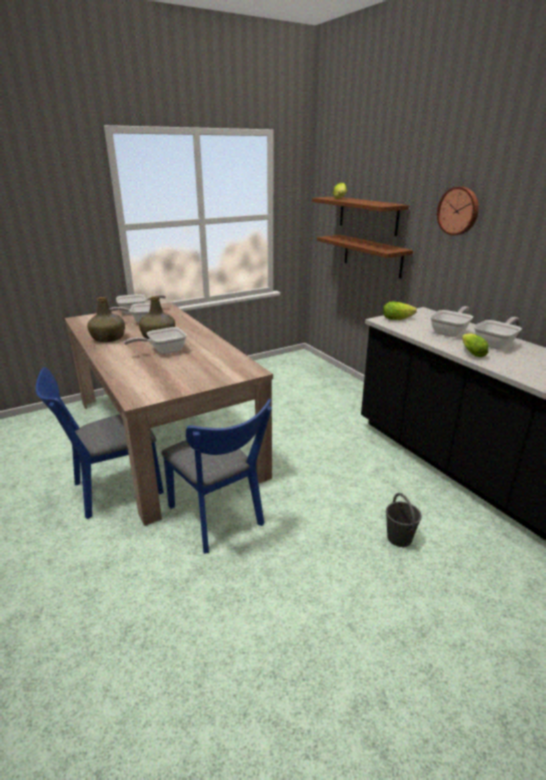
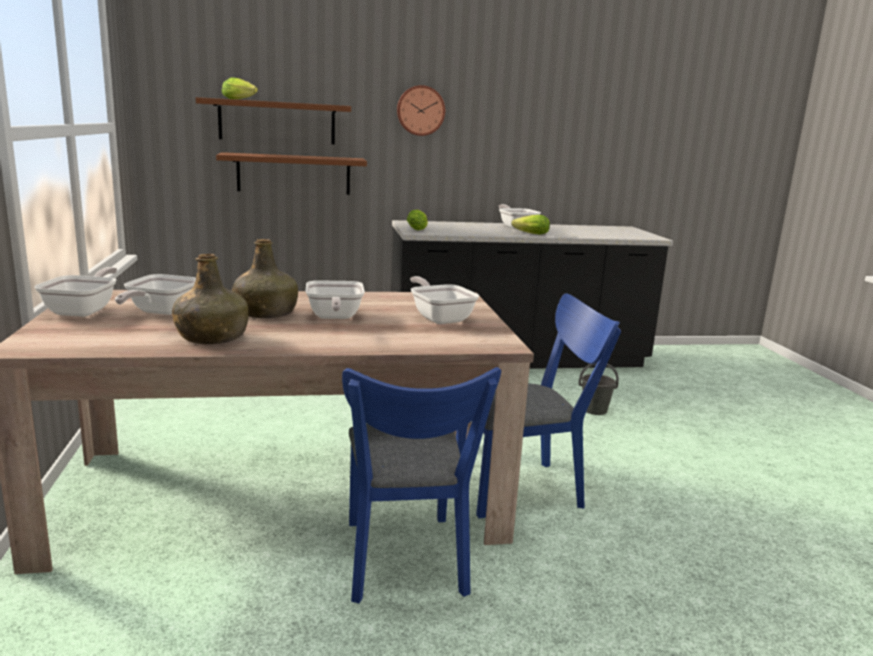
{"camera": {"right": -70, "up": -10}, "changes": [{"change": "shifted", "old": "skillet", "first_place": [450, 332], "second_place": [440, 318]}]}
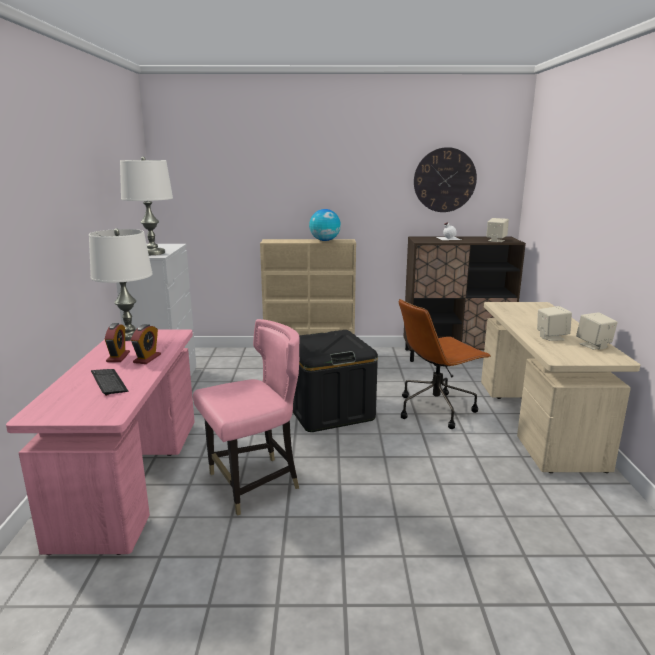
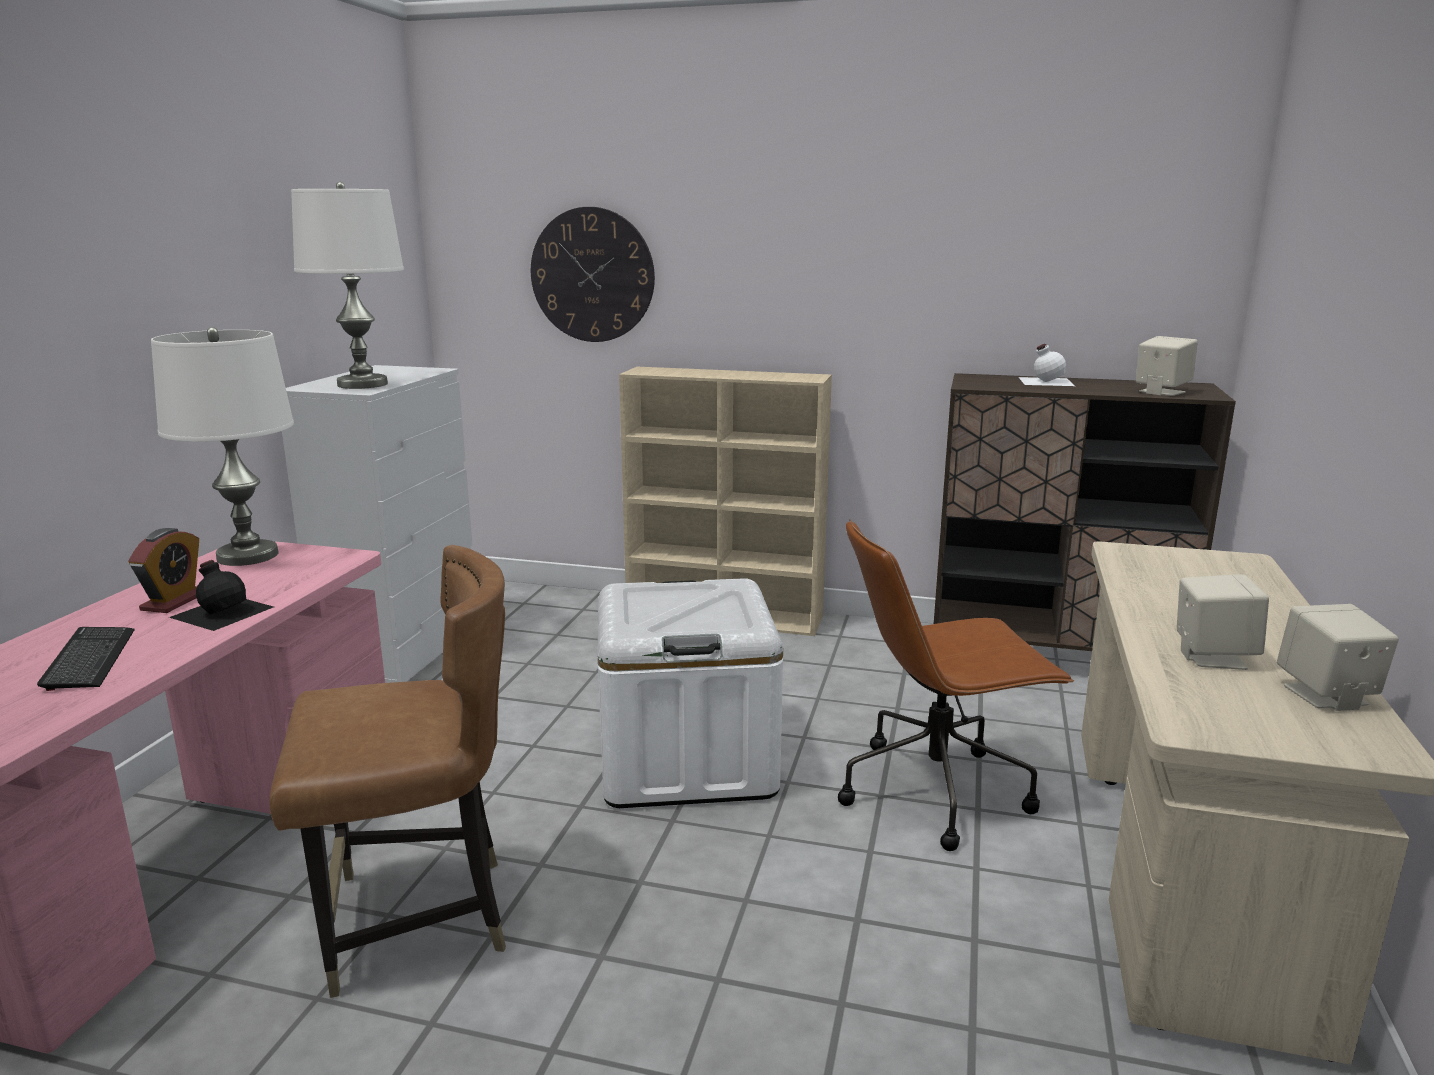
{"camera": {"right": 15, "up": 0}, "changes": [{"change": "shifted", "old": "clock on the wall", "first_place": [444, 180], "second_place": [592, 275]}, {"change": "gone", "old": "world globe", "first_place": [325, 240]}, {"change": "repainted", "old": "pink plain chair", "new": "brown plain chair", "first_place": [254, 483], "second_place": [418, 919]}, {"change": "swapped", "old": "bedside clock", "new": "blackish bottle", "first_place": [147, 358], "second_place": [222, 611]}, {"change": "repainted", "old": "blackish storage box", "new": "white-coloured storage box", "first_place": [329, 411], "second_place": [686, 760]}]}
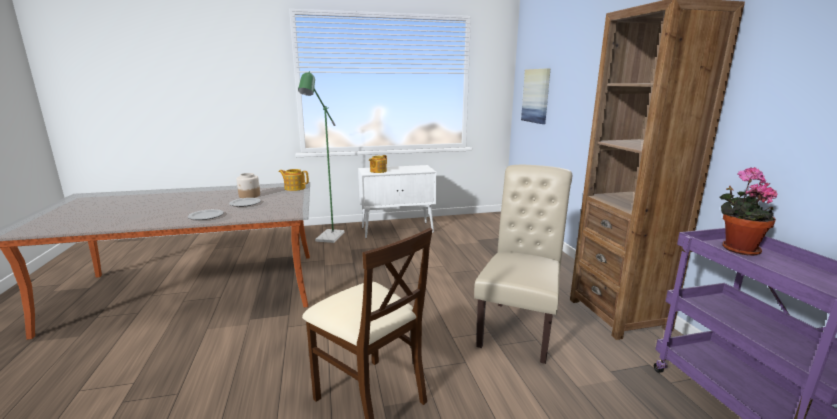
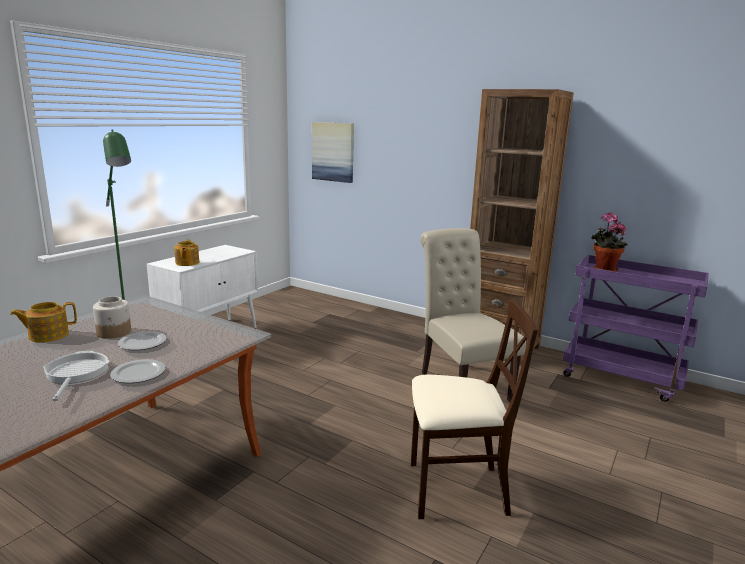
{"camera": {"right": -45, "up": 0}, "changes": [{"change": "shifted", "old": "pot for tea", "first_place": [294, 188], "second_place": [48, 335]}, {"change": "new", "new": "skillet", "second_place": [76, 374]}]}
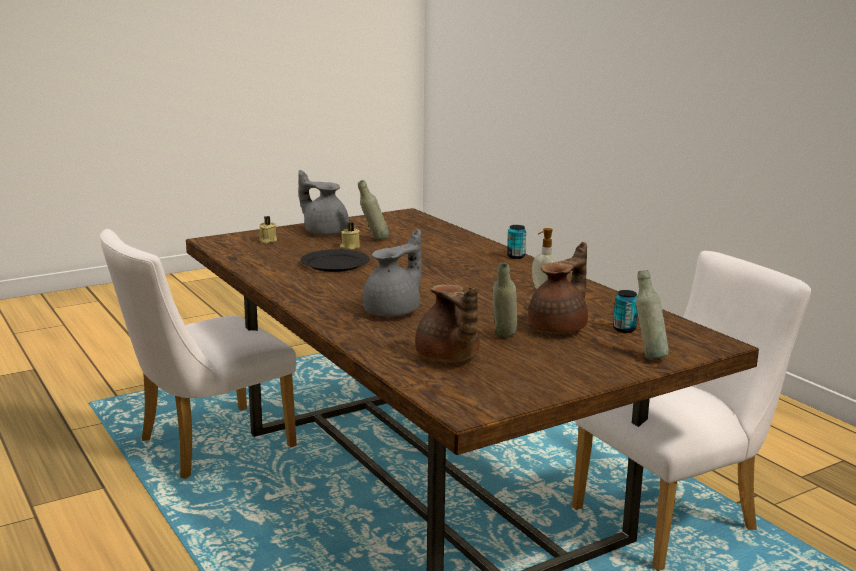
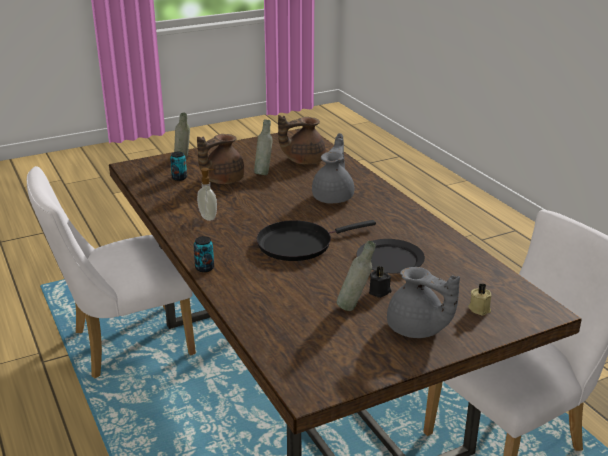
{"camera": {"right": -175, "up": 10}, "changes": [{"change": "repainted", "old": "beige candle", "new": "blackish candle", "first_place": [350, 247], "second_place": [380, 291]}, {"change": "rotated", "old": "grey pot for tea", "first_place": [394, 311], "second_place": [334, 197], "degrees": 150}, {"change": "rotated", "old": "brown pot for tea", "first_place": [448, 358], "second_place": [303, 160], "degrees": -90}, {"change": "new", "new": "blackish skillet", "second_place": [299, 244]}]}
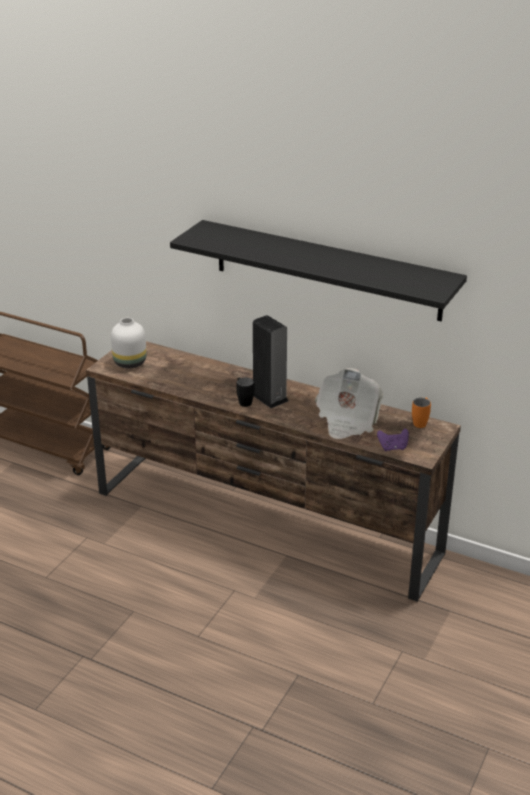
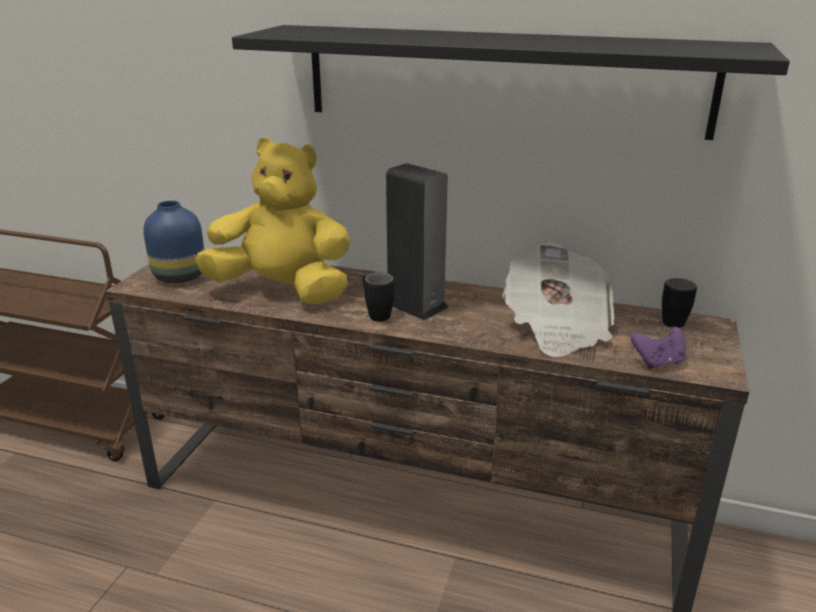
{"camera": {"right": -10, "up": -5}, "changes": [{"change": "repainted", "old": "white-coloured vase", "new": "blue vase", "first_place": [129, 363], "second_place": [178, 277]}, {"change": "repainted", "old": "orange-coloured mug", "new": "blackish mug", "first_place": [421, 422], "second_place": [673, 319]}, {"change": "new", "new": "yellowish cuddly toy", "second_place": [283, 290]}]}
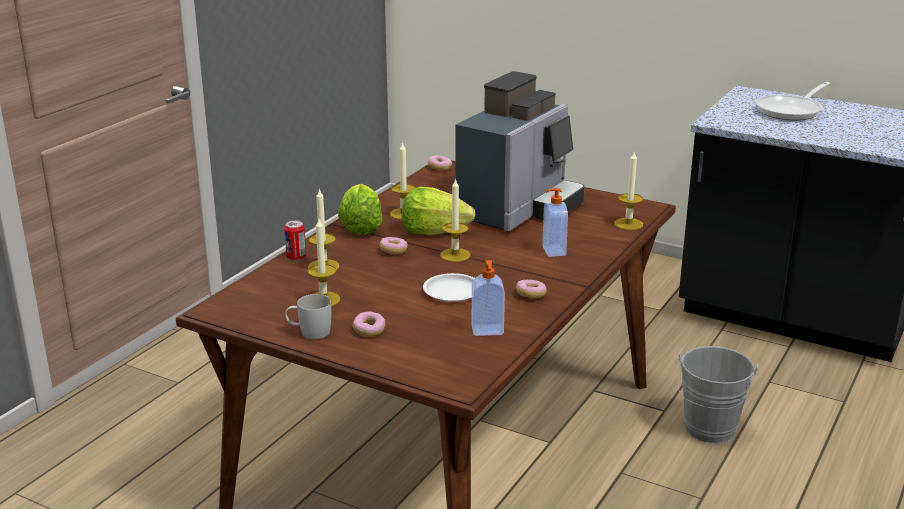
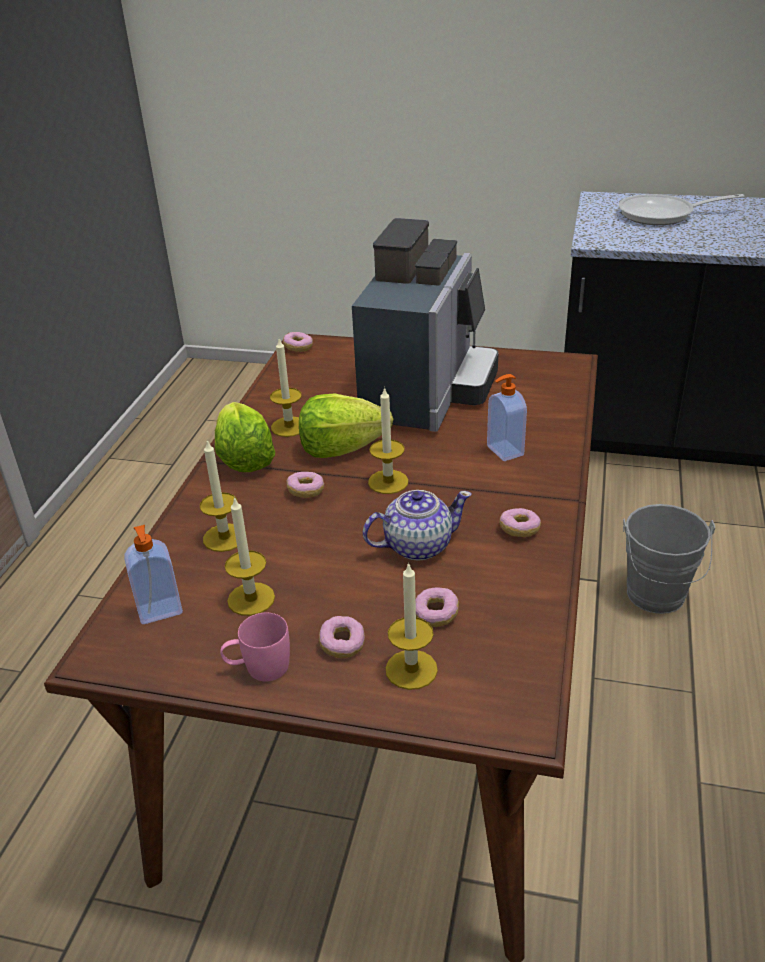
{"camera": {"right": -15, "up": 10}, "changes": [{"change": "rotated", "old": "skillet", "first_place": [792, 110], "second_place": [662, 215], "degrees": 60}, {"change": "shifted", "old": "candle", "first_place": [628, 224], "second_place": [411, 669]}, {"change": "gone", "old": "can", "first_place": [296, 257]}, {"change": "shifted", "old": "soap bottle", "first_place": [487, 331], "second_place": [160, 611]}, {"change": "swapped", "old": "white-coloured plate", "new": "pot for tea", "first_place": [452, 291], "second_place": [417, 545]}, {"change": "repainted", "old": "white-coloured mug", "new": "pink mug", "first_place": [309, 332], "second_place": [258, 668]}, {"change": "new", "new": "donut", "second_place": [436, 614]}]}
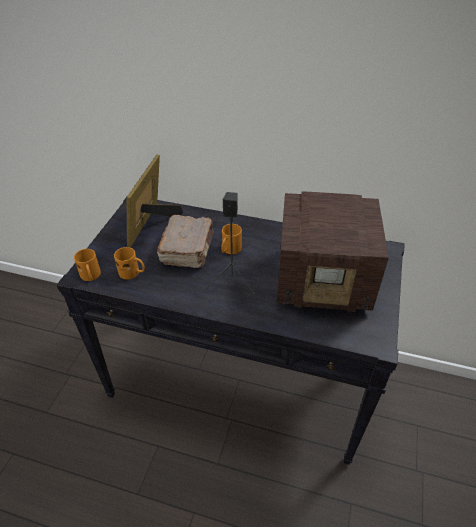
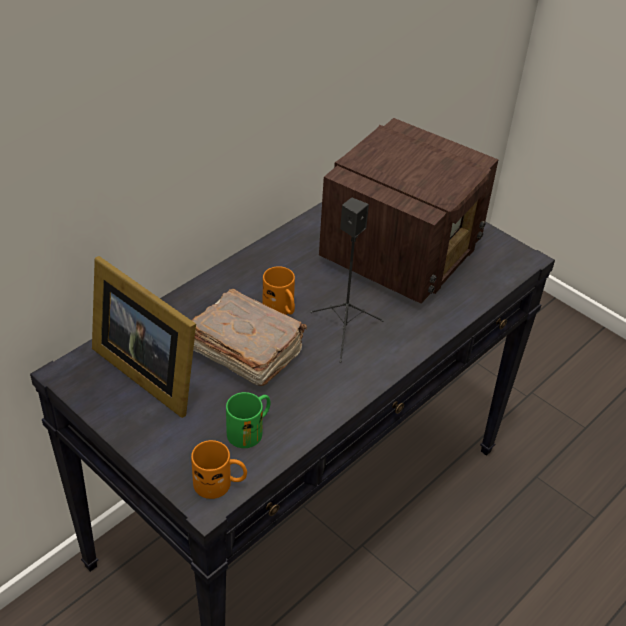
{"camera": {"right": -65, "up": 0}, "changes": [{"change": "repainted", "old": "orange-coloured mug", "new": "green mug", "first_place": [133, 273], "second_place": [250, 429]}]}
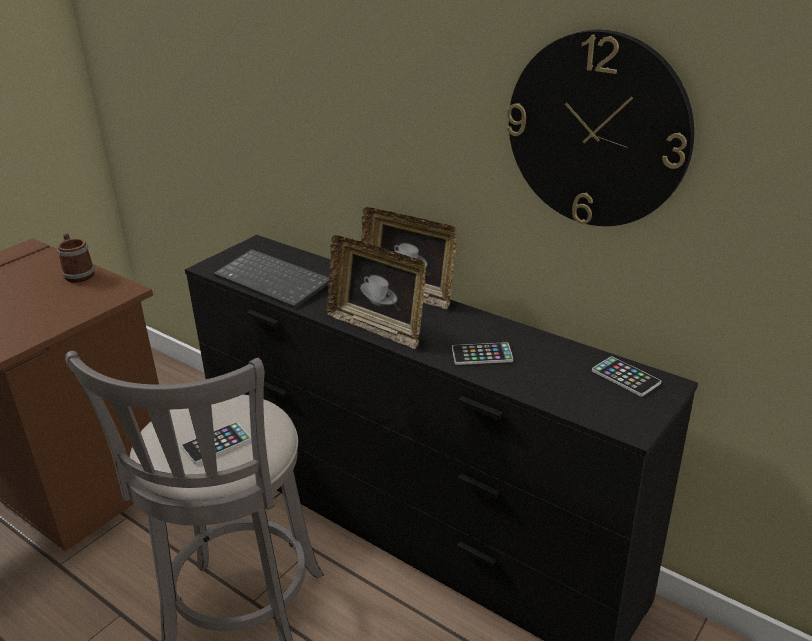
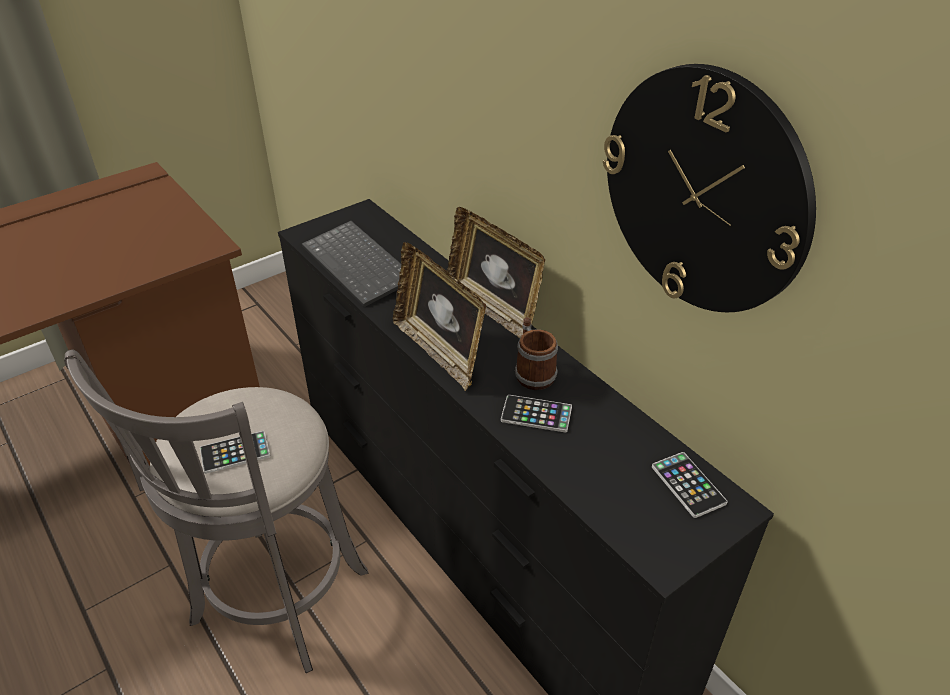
{"camera": {"right": 15, "up": 10}, "changes": [{"change": "shifted", "old": "mug", "first_place": [78, 274], "second_place": [532, 372]}]}
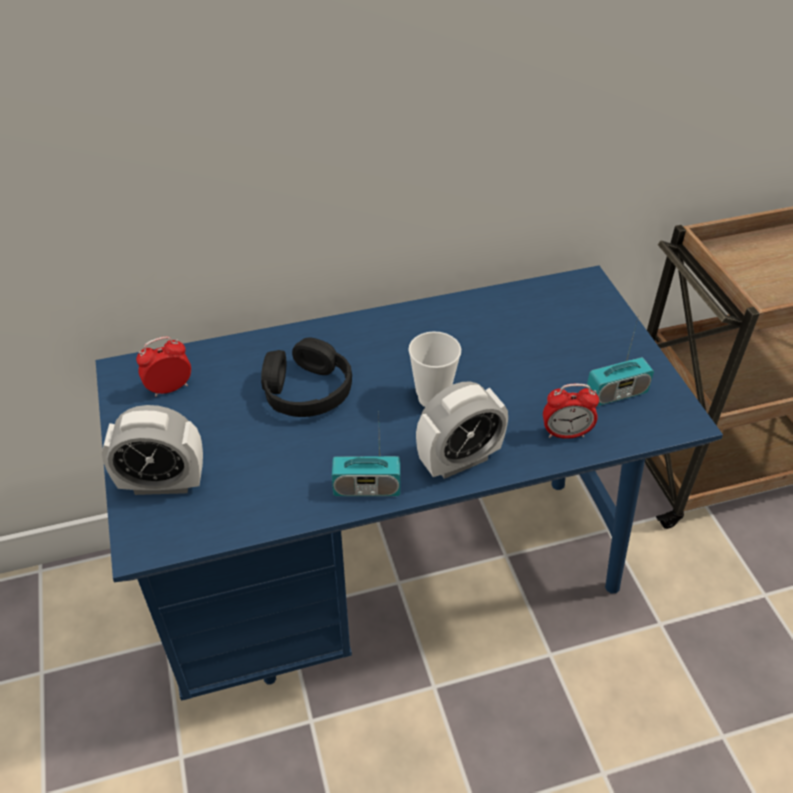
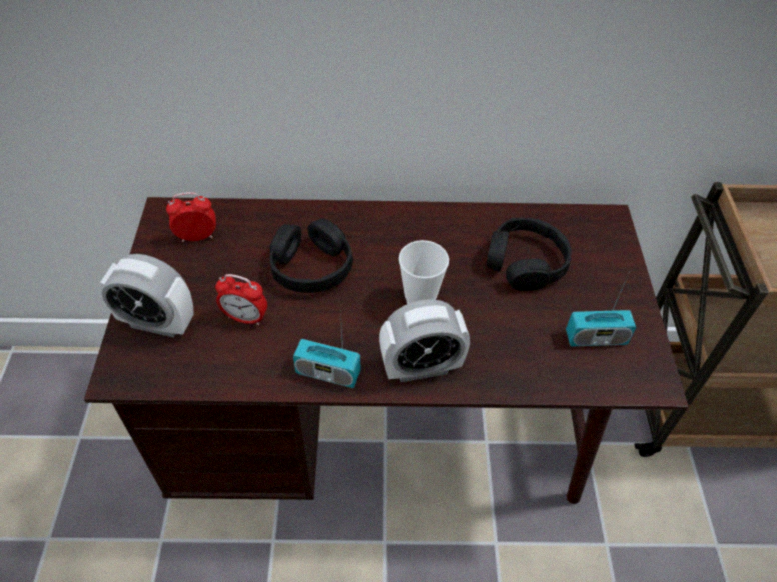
{"camera": {"right": 15, "up": 5}, "changes": [{"change": "repainted", "old": "blue desk unit", "new": "brown desk unit", "first_place": [396, 580], "second_place": [384, 437]}, {"change": "shifted", "old": "bedside clock", "first_place": [566, 433], "second_place": [245, 318]}, {"change": "new", "new": "blackish pair of headphones", "second_place": [525, 263]}]}
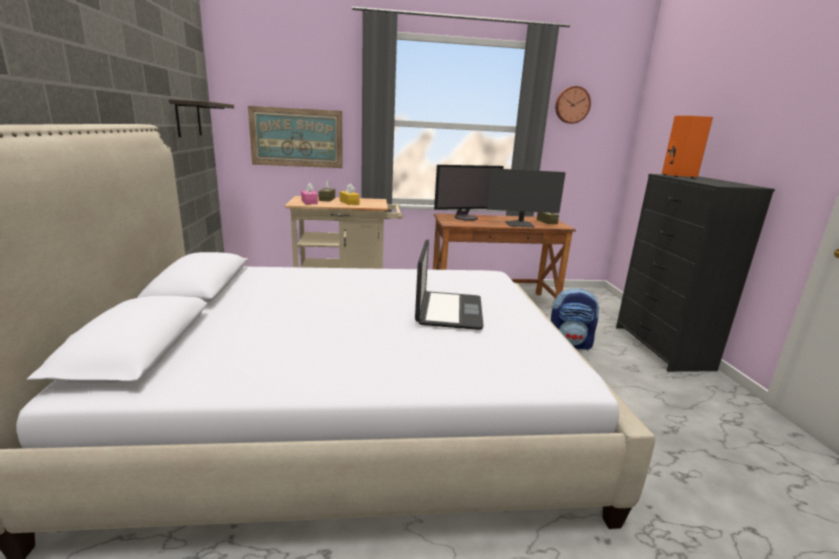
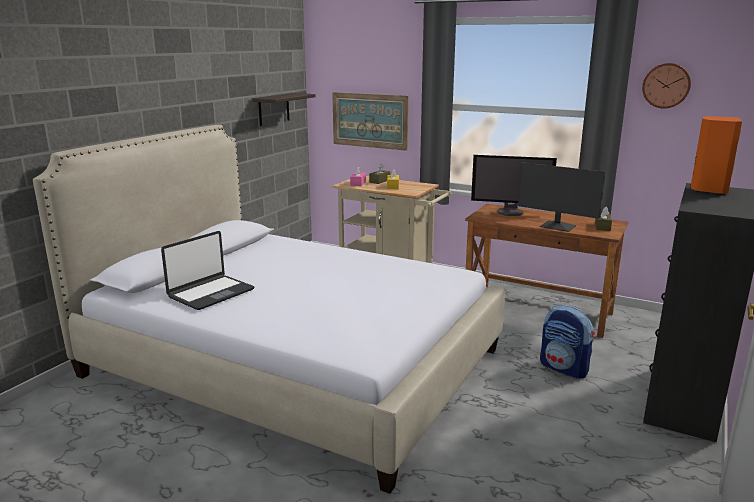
{"camera": {"right": 35, "up": 0}, "changes": [{"change": "shifted", "old": "portable computer", "first_place": [448, 311], "second_place": [210, 293]}]}
